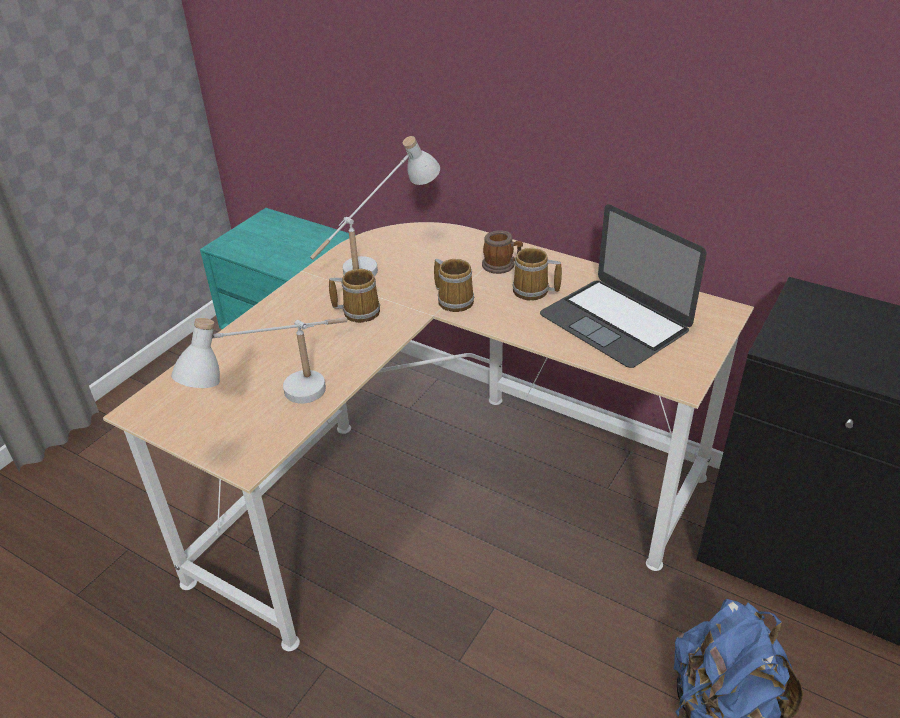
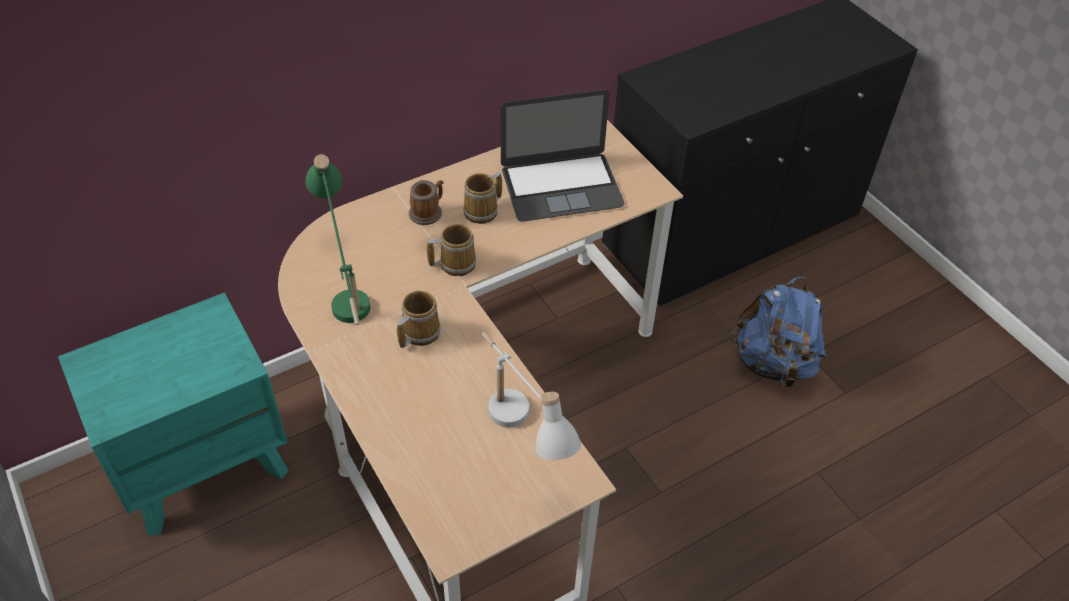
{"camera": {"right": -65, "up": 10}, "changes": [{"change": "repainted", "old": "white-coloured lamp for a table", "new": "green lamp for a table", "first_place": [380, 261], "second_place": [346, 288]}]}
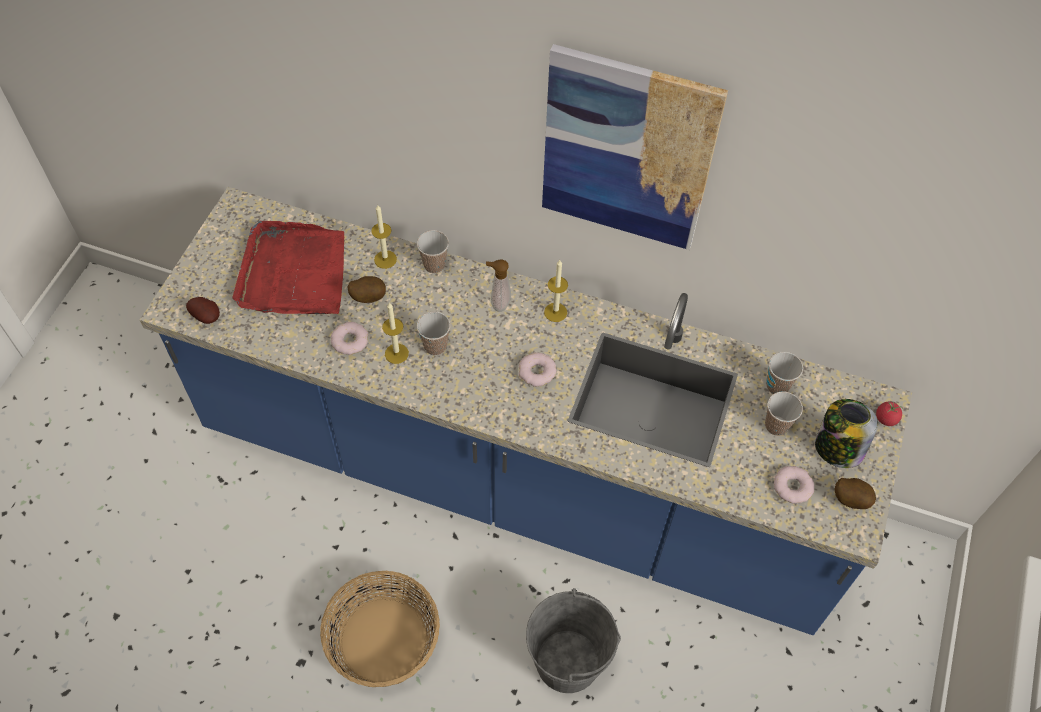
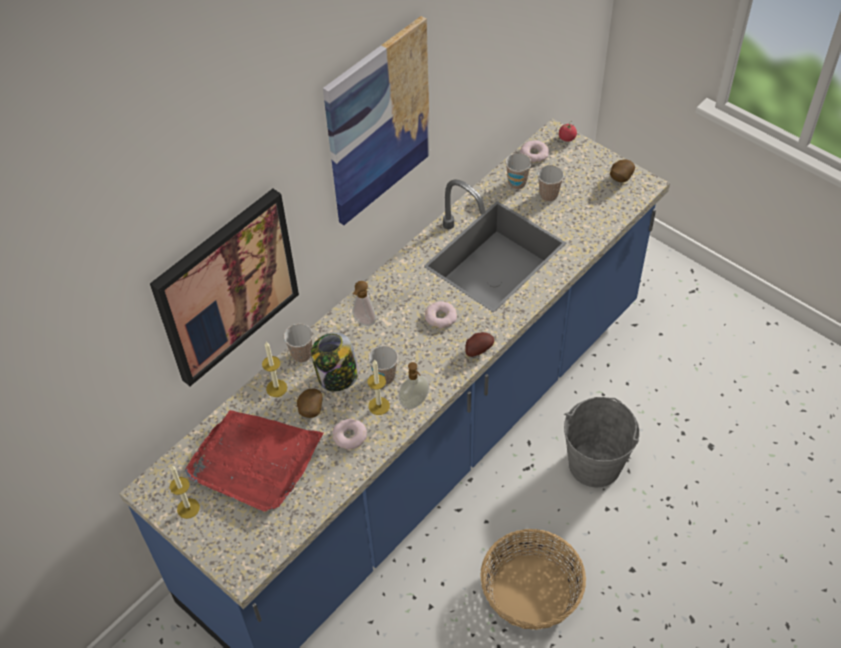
{"camera": {"right": -65, "up": -5}, "changes": [{"change": "shifted", "old": "candle", "first_place": [555, 312], "second_place": [188, 508]}, {"change": "shifted", "old": "potato", "first_place": [207, 316], "second_place": [477, 349]}, {"change": "shifted", "old": "storage jar", "first_place": [837, 448], "second_place": [337, 377]}, {"change": "shifted", "old": "donut", "first_place": [792, 486], "second_place": [534, 154]}, {"change": "new", "new": "picture", "second_place": [226, 286]}, {"change": "new", "new": "soap bottle", "second_place": [415, 402]}]}
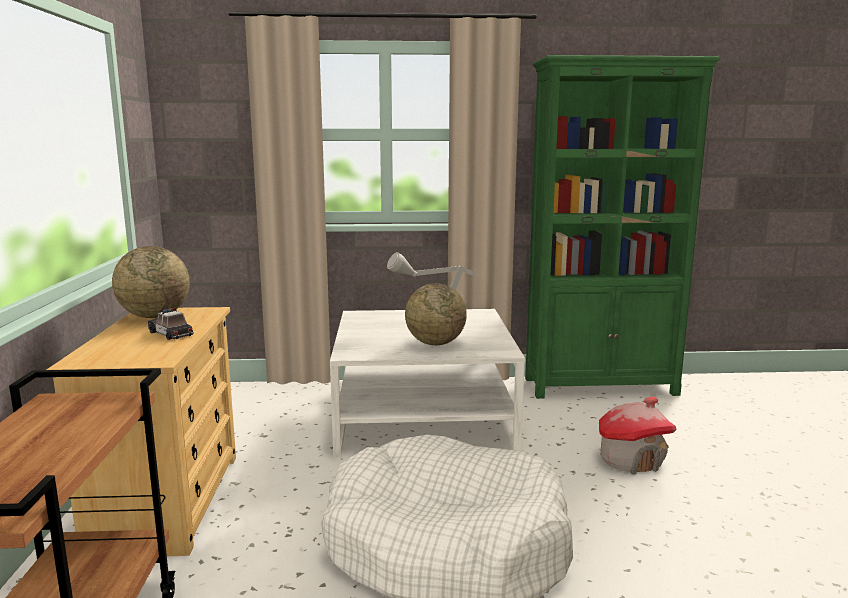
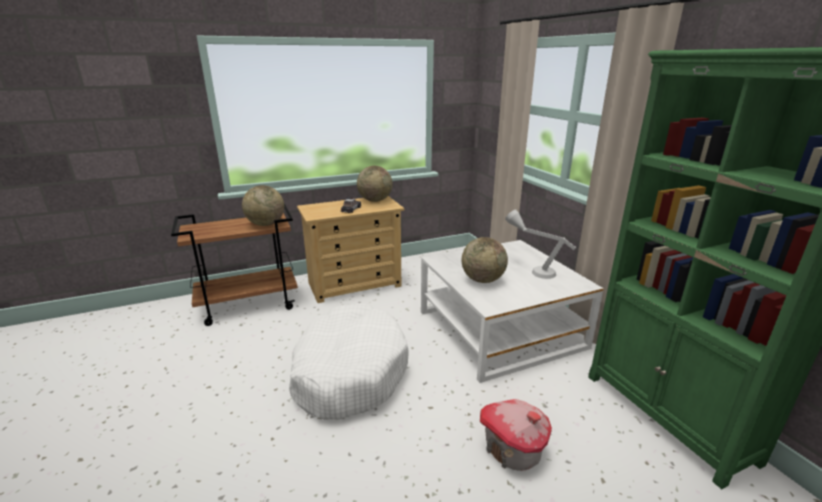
{"camera": {"right": 70, "up": 10}, "changes": [{"change": "new", "new": "world globe", "second_place": [266, 224]}]}
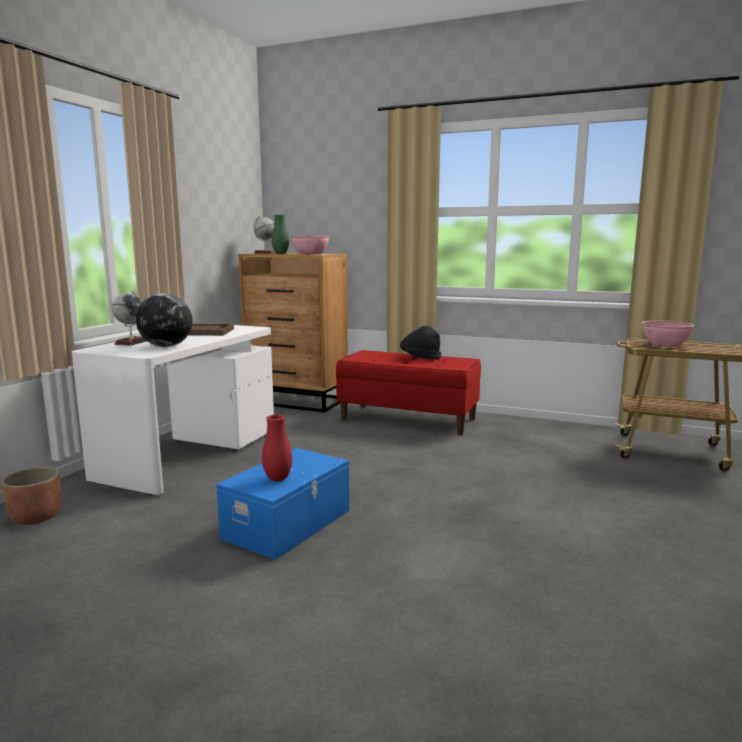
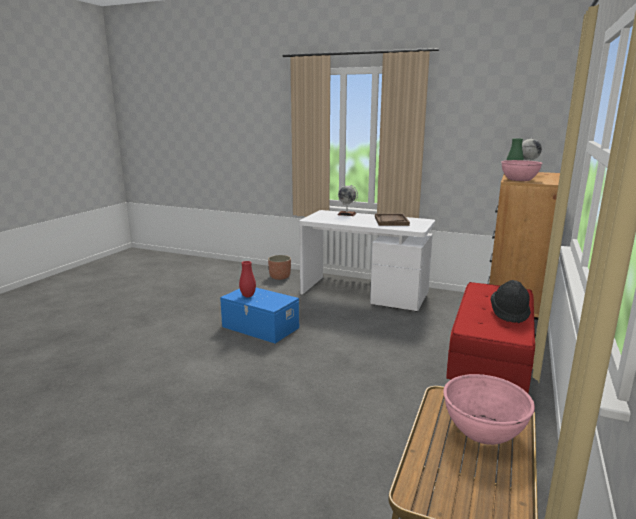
{"camera": {"right": 90, "up": 5}, "changes": [{"change": "gone", "old": "world globe", "first_place": [166, 346]}]}
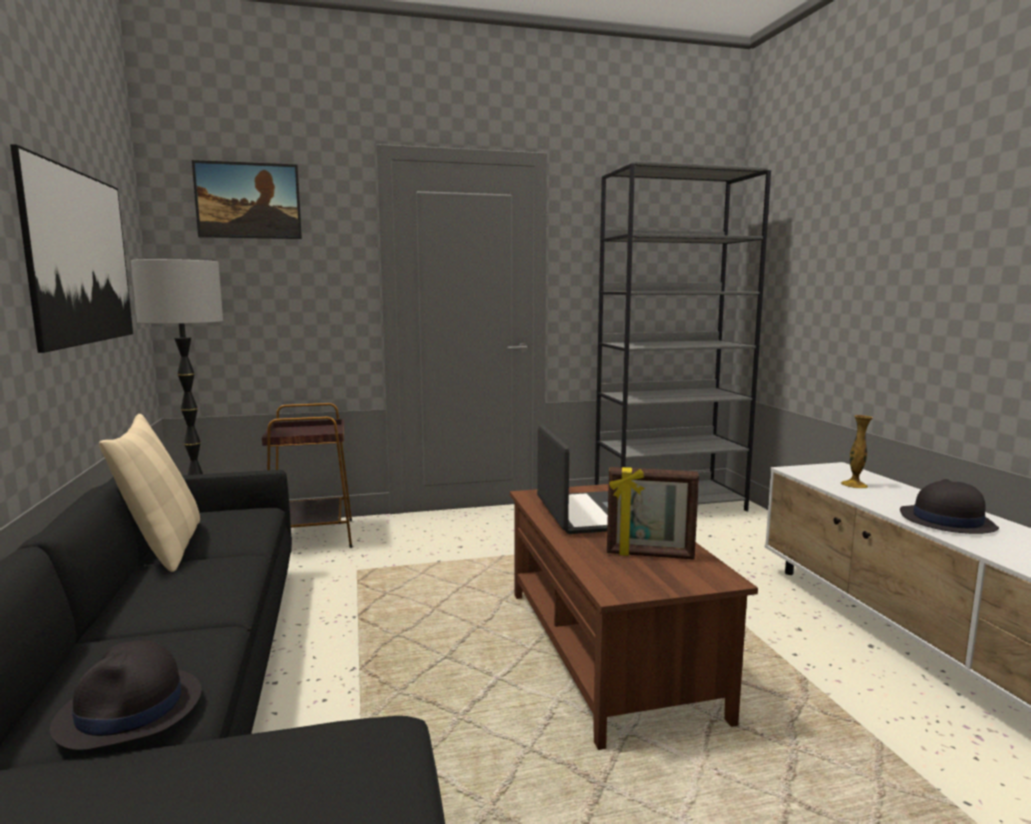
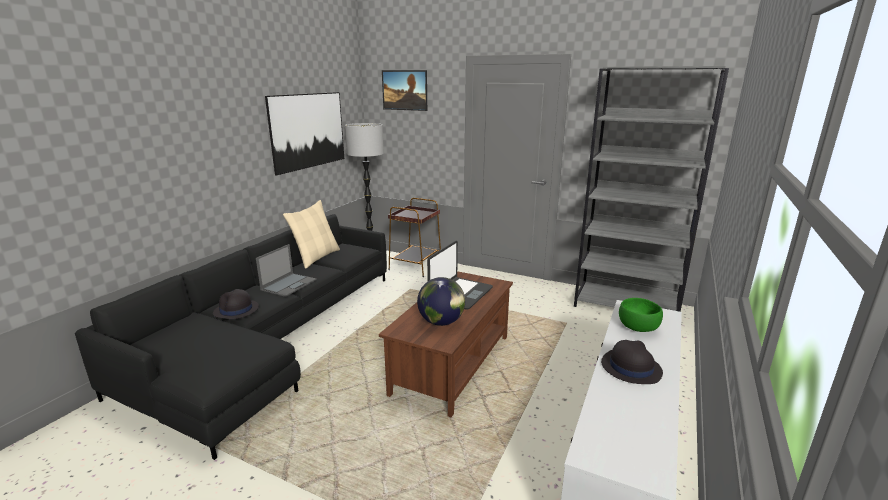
{"camera": {"right": 40, "up": 10}, "changes": [{"change": "swapped", "old": "vase", "new": "green deep dish", "first_place": [854, 485], "second_place": [638, 328]}, {"change": "swapped", "old": "photo frame", "new": "world globe", "first_place": [650, 555], "second_place": [441, 322]}, {"change": "new", "new": "portable computer", "second_place": [289, 284]}]}
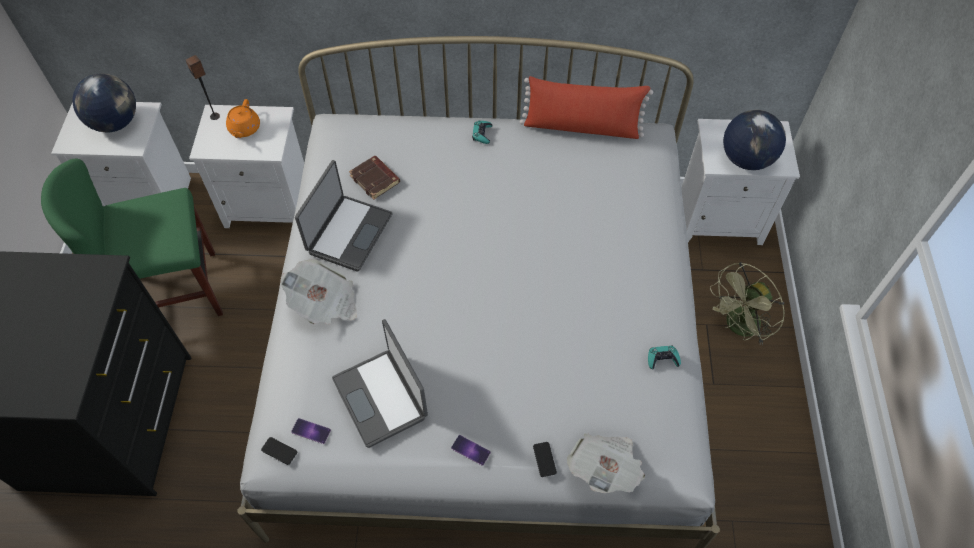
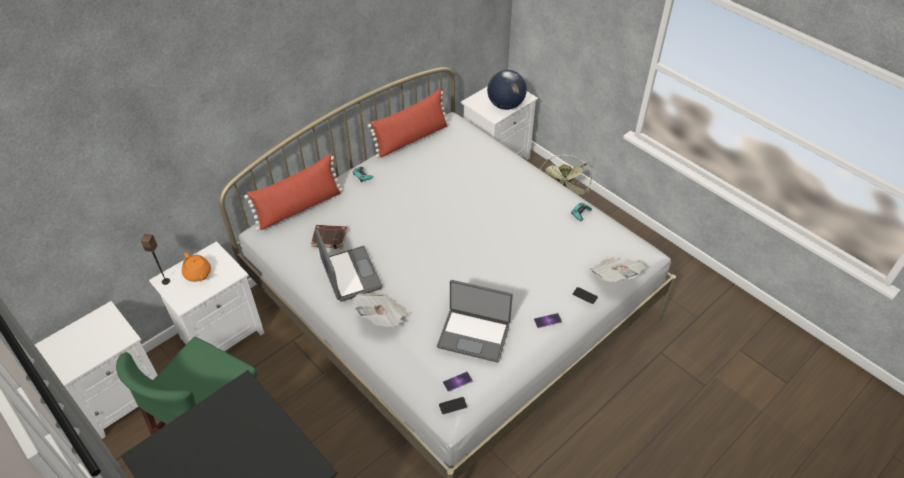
{"camera": {"right": -45, "up": -10}, "changes": [{"change": "gone", "old": "world globe", "first_place": [115, 122]}, {"change": "new", "new": "red pillow", "second_place": [299, 208]}]}
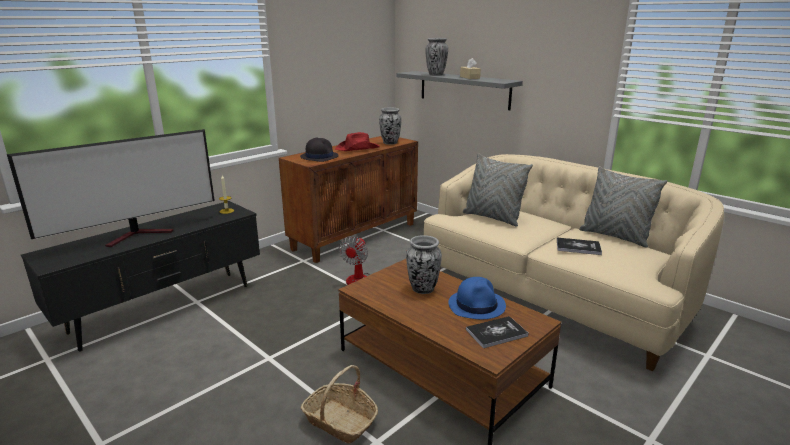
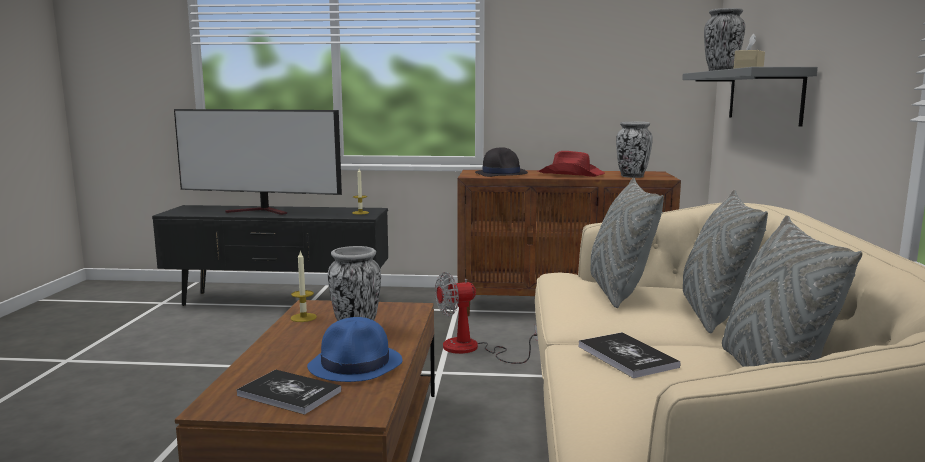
{"camera": {"right": 50, "up": -10}, "changes": [{"change": "gone", "old": "storage basket", "first_place": [340, 421]}, {"change": "new", "new": "grey pillow", "second_place": [713, 315]}, {"change": "new", "new": "candle", "second_place": [303, 317]}]}
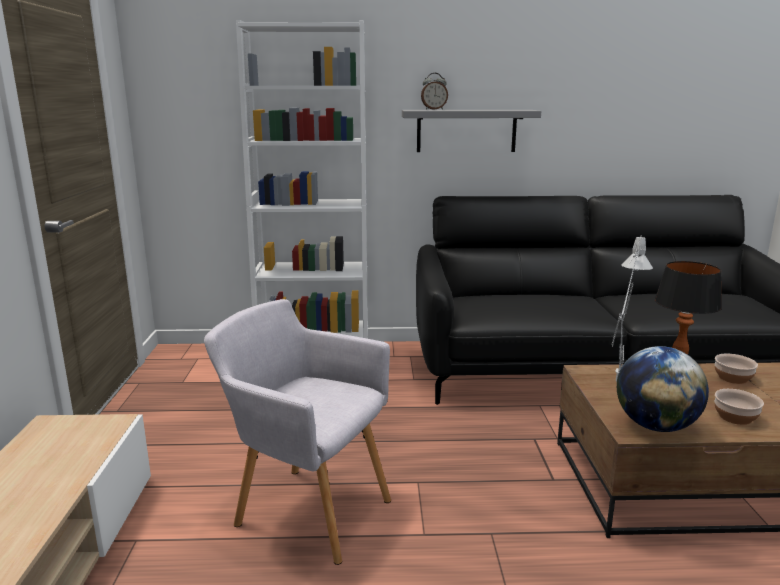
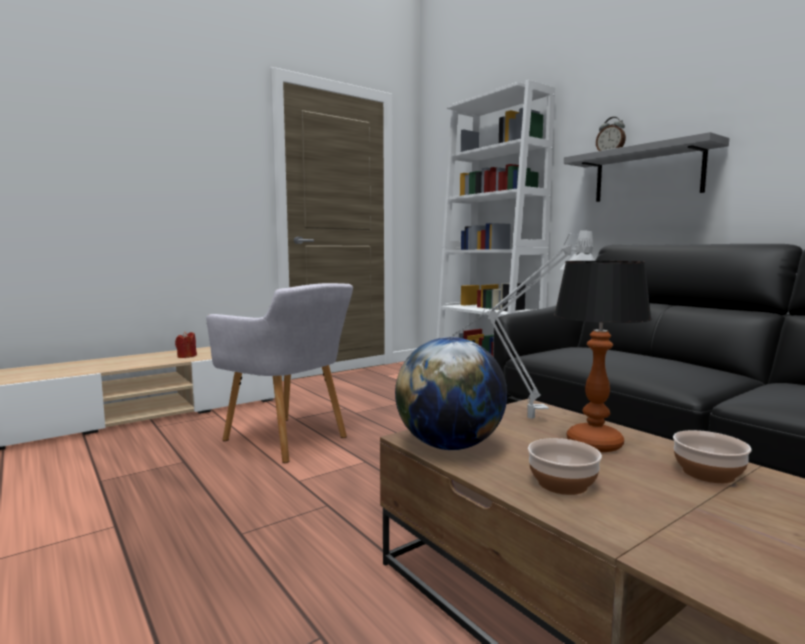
{"camera": {"right": 55, "up": -10}, "changes": [{"change": "rotated", "old": "grey easy chair", "first_place": [307, 509], "second_place": [289, 440], "degrees": 135}, {"change": "new", "new": "red candle", "second_place": [186, 356]}]}
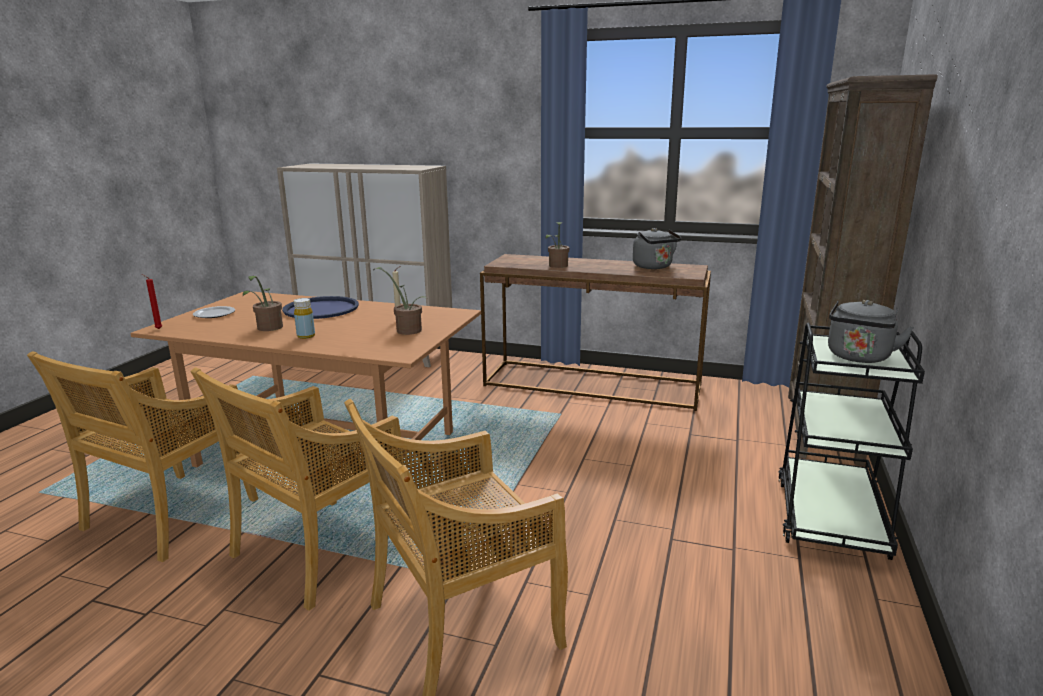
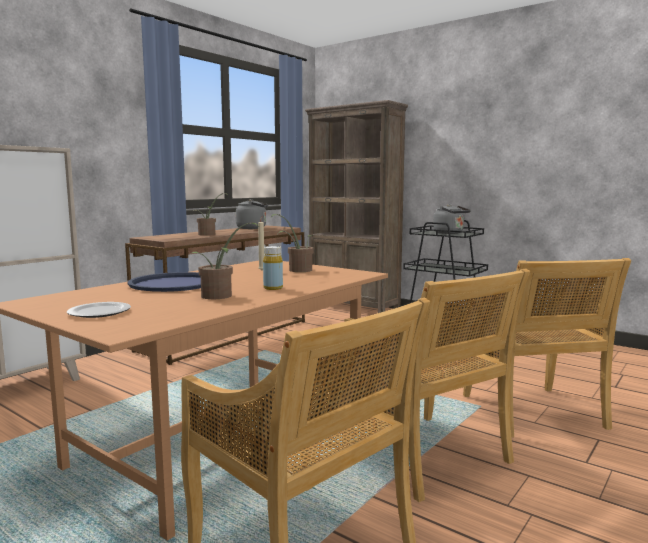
{"camera": {"right": -70, "up": -10}, "changes": [{"change": "gone", "old": "red candle", "first_place": [157, 329]}]}
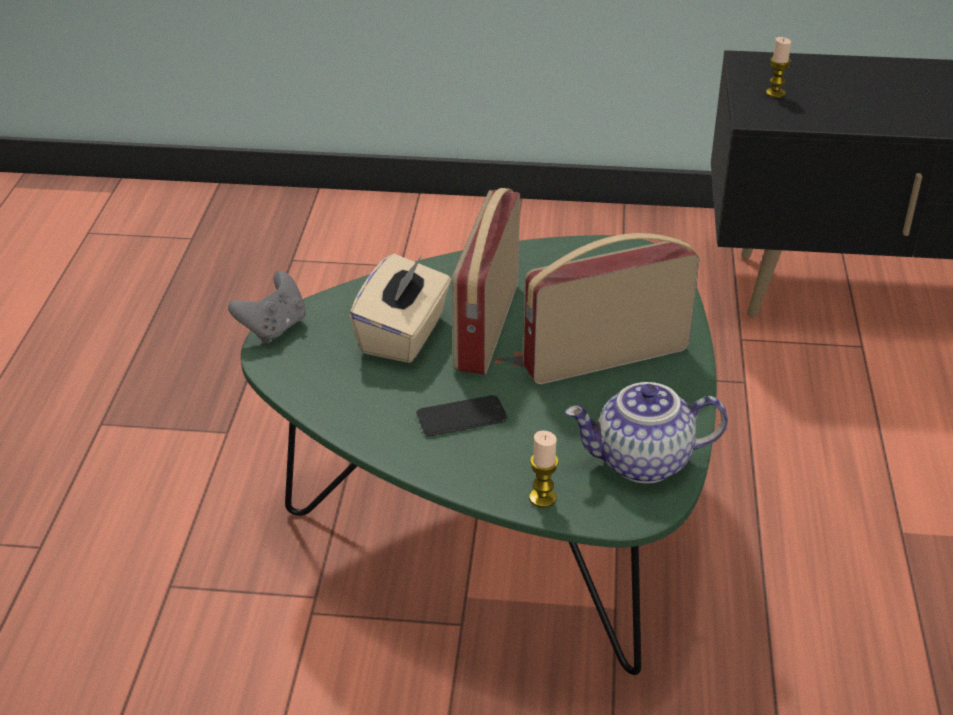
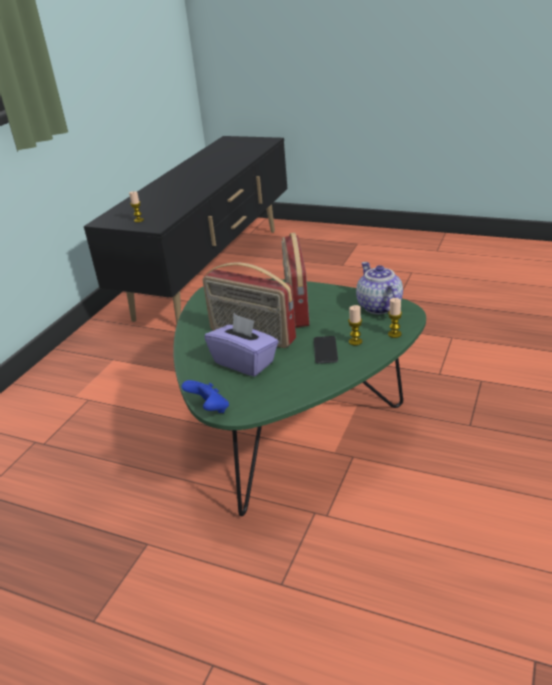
{"camera": {"right": -70, "up": -5}, "changes": [{"change": "repainted", "old": "beige box of tissues", "new": "purple-coloured box of tissues", "first_place": [403, 335], "second_place": [244, 362]}, {"change": "repainted", "old": "grey game controller", "new": "blue game controller", "first_place": [274, 328], "second_place": [209, 409]}, {"change": "rotated", "old": "pot for tea", "first_place": [642, 463], "second_place": [378, 307], "degrees": 150}, {"change": "new", "new": "candle", "second_place": [355, 341]}]}
